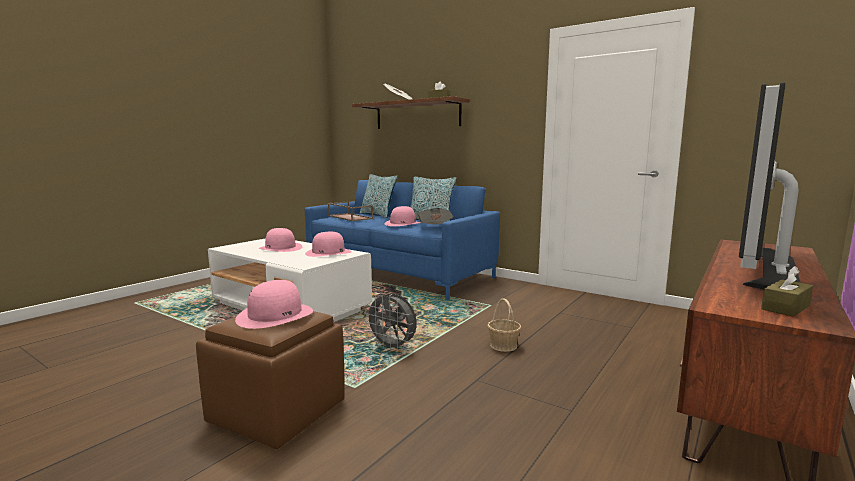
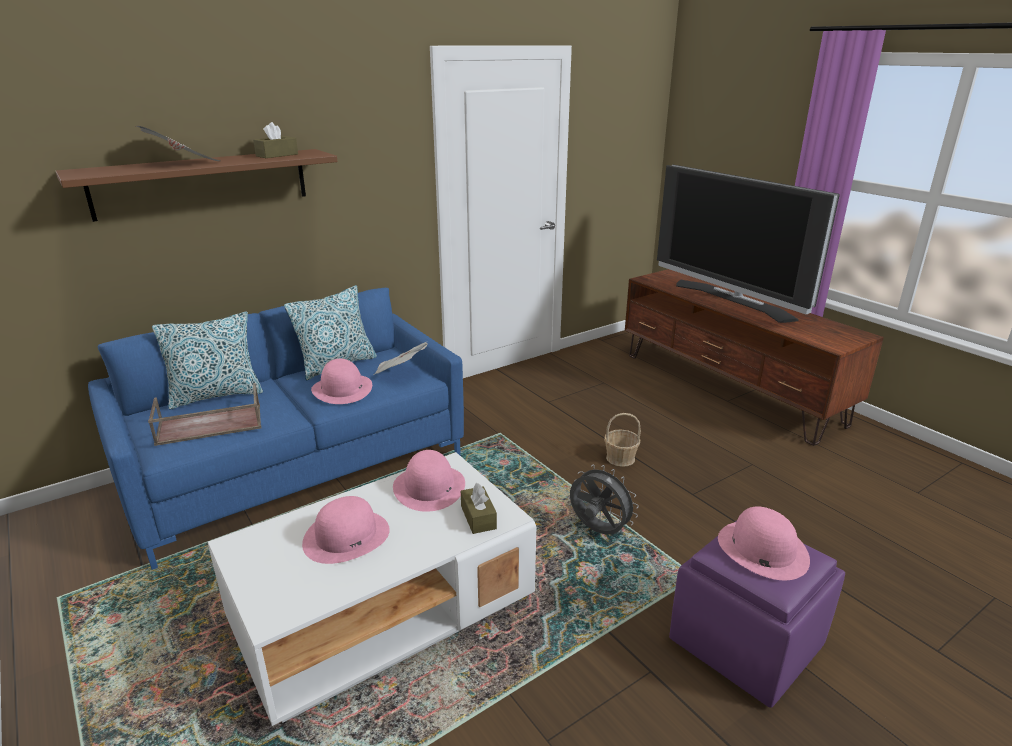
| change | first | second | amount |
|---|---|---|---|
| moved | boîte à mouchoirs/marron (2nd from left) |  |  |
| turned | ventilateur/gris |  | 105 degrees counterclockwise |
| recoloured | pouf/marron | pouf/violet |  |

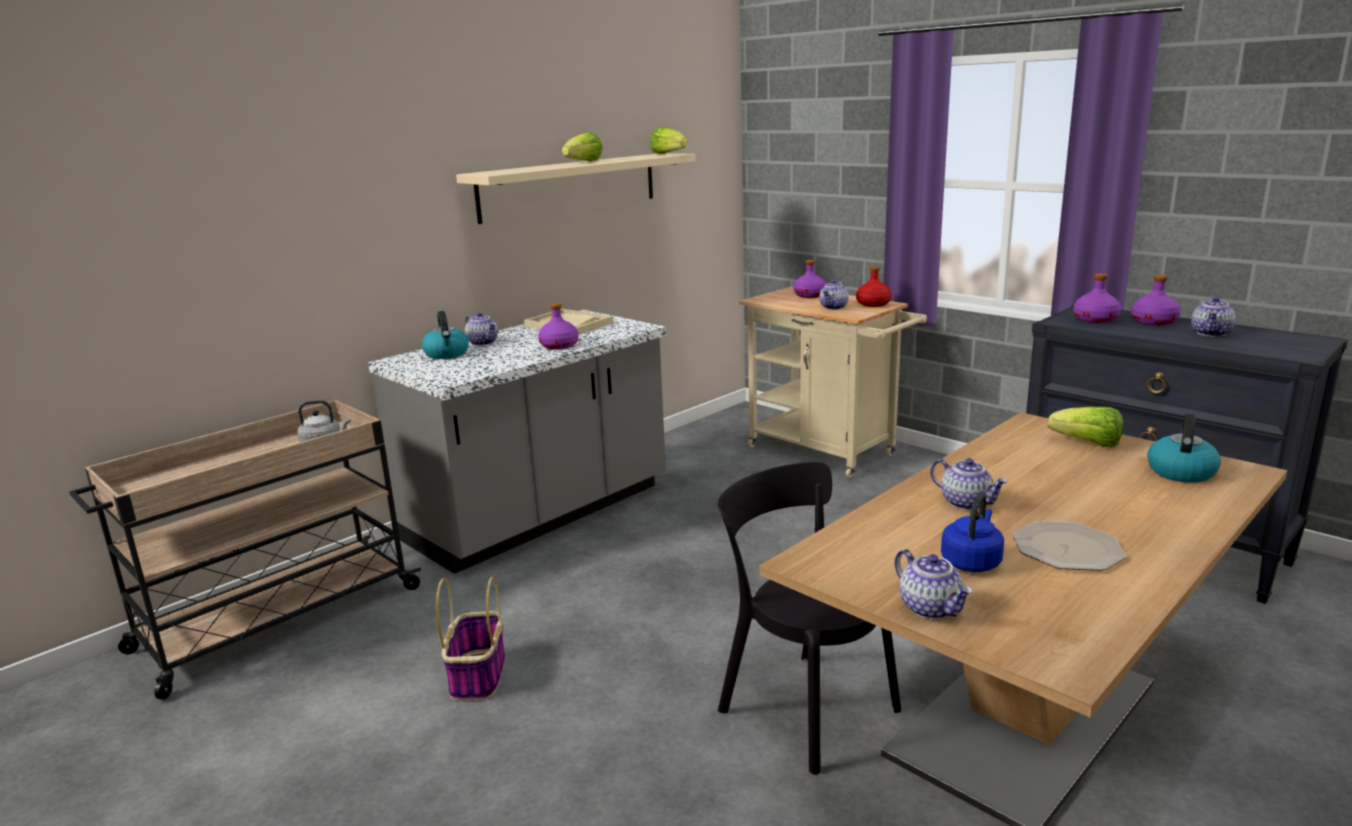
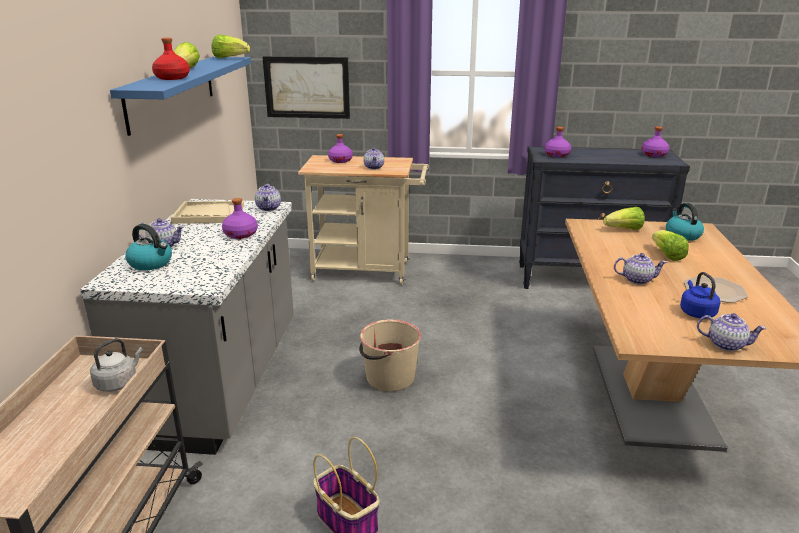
| change | first | second | amount |
|---|---|---|---|
| recoloured | étagère/beige | étagère/bleu |  |
| moved | bouteille/rouge |  |  |
| moved | bouteille/violet (4th from left) |  |  |
| moved | théière (5th from left in the first image) | théière (2nd from left) |  |
| removed | chaise/noir |  |  |
| added |  | tableau |  |
| added |  | laitue (4th from left) |  |
| added |  | seau/beige |  |

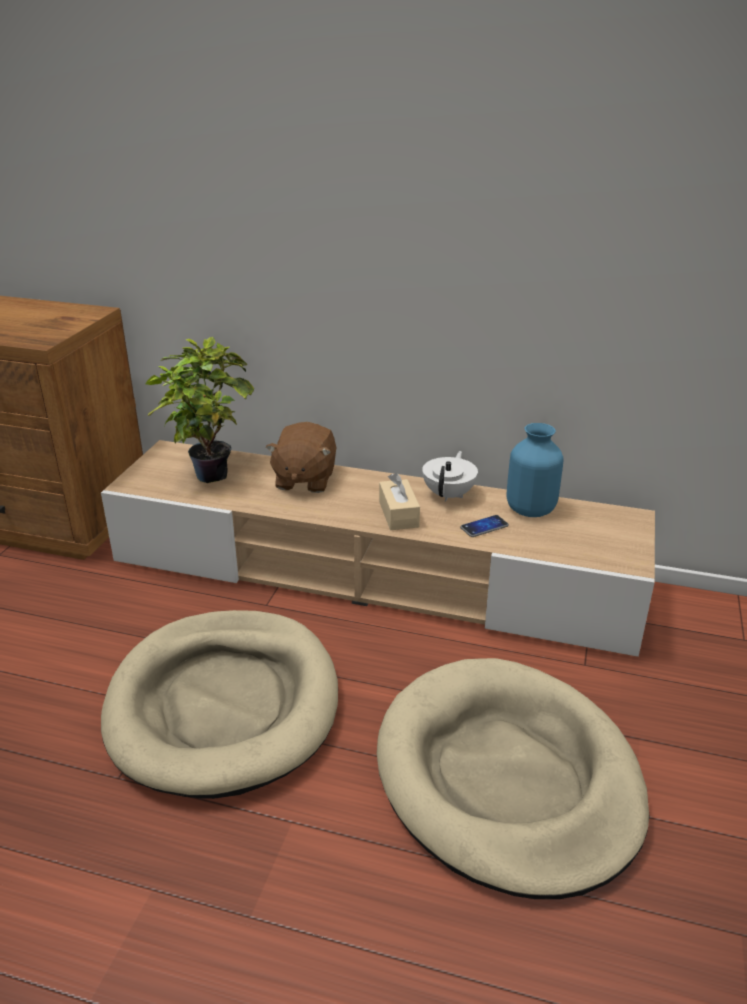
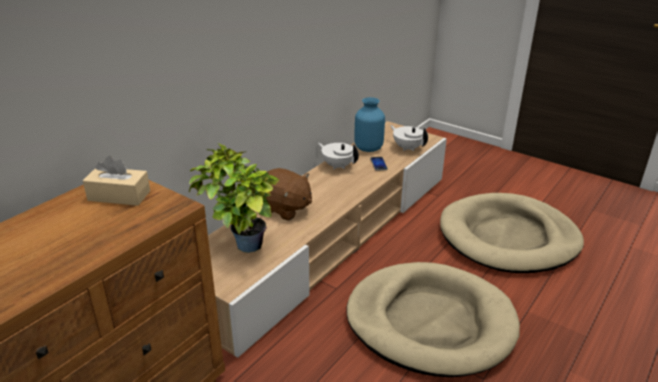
| change | first | second | amount |
|---|---|---|---|
| moved | boîte à mouchoirs/beige |  |  |
| added |  | théière/blanc (2nd from left) |  |

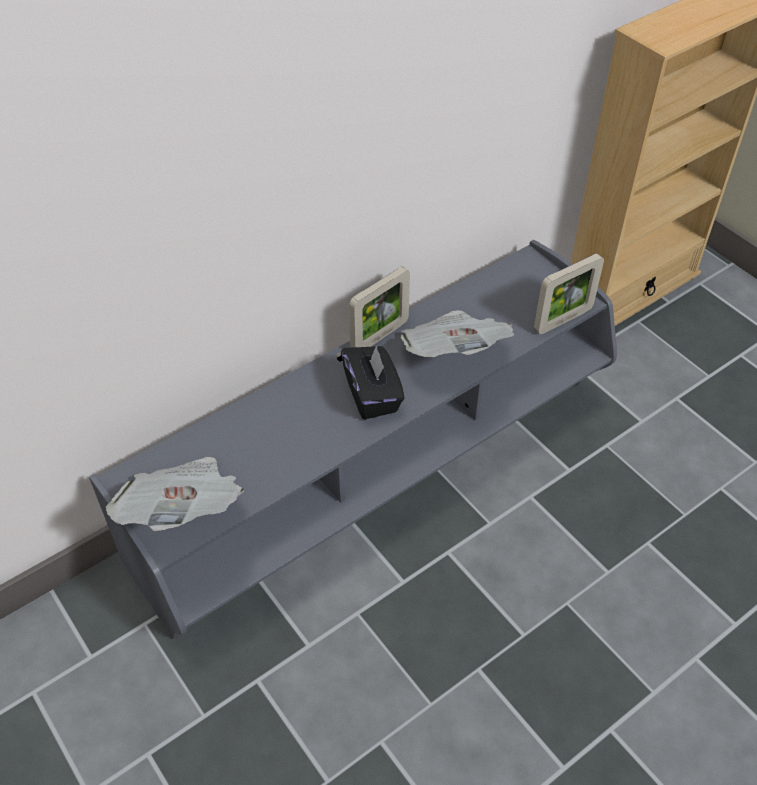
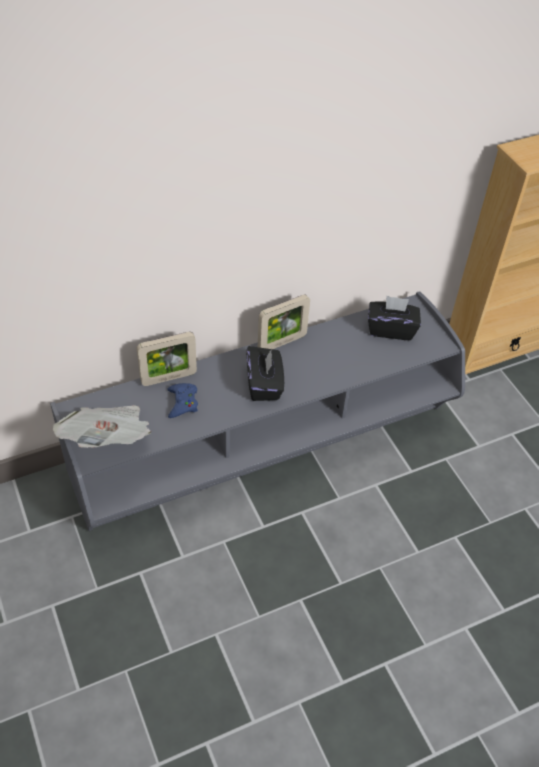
| change | first | second | amount |
|---|---|---|---|
| moved | cadre photo (2nd from left in the first image) | cadre photo (1st from left) |  |
| removed | journal (2nd from left) |  |  |
| added |  | boîte à mouchoirs/noir (2nd from left) |  |
| added |  | manette/bleu |  |

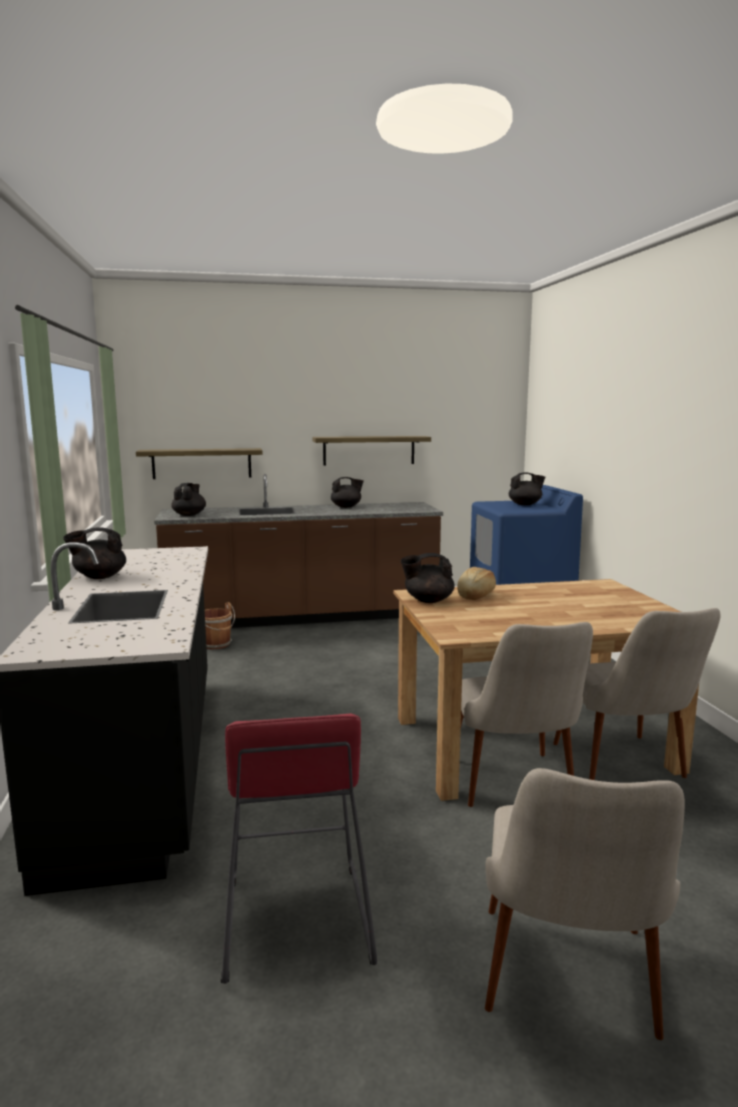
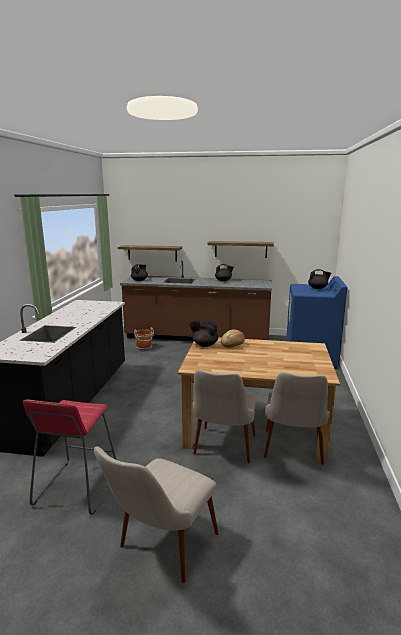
| change | first | second | amount |
|---|---|---|---|
| removed | théière/noir (1st from left) |  |  |

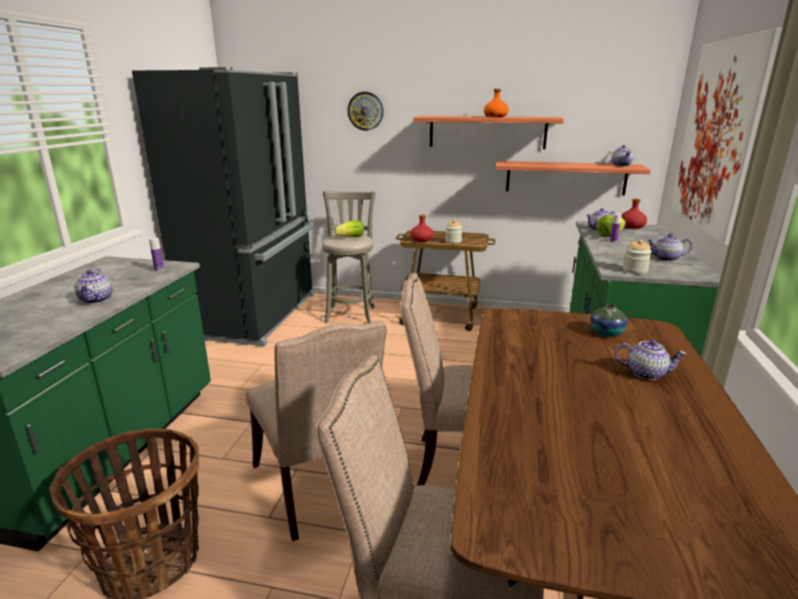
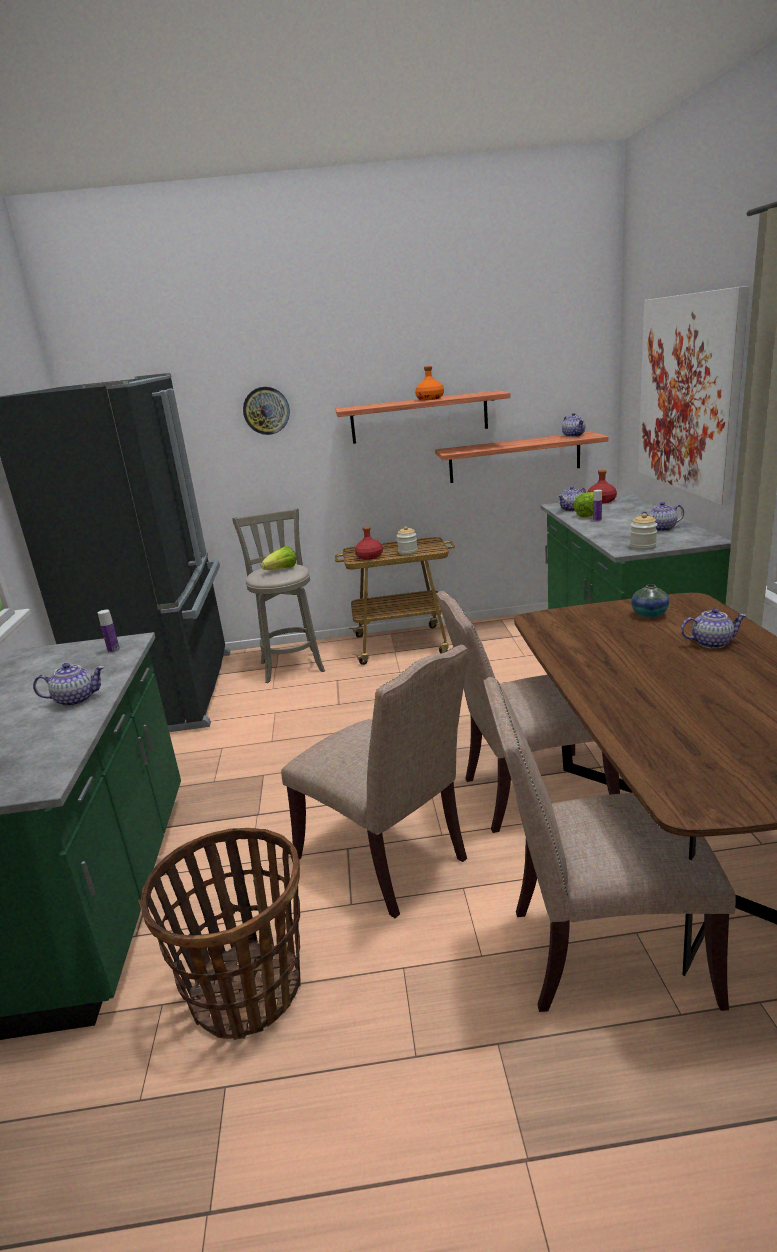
| change | first | second | amount |
|---|---|---|---|
| turned | théière (1st from left) |  | 75 degrees counterclockwise |

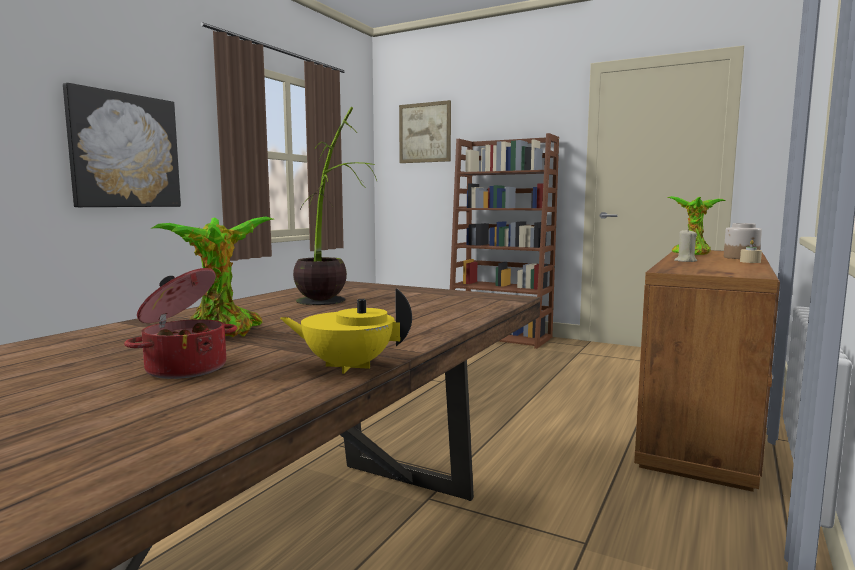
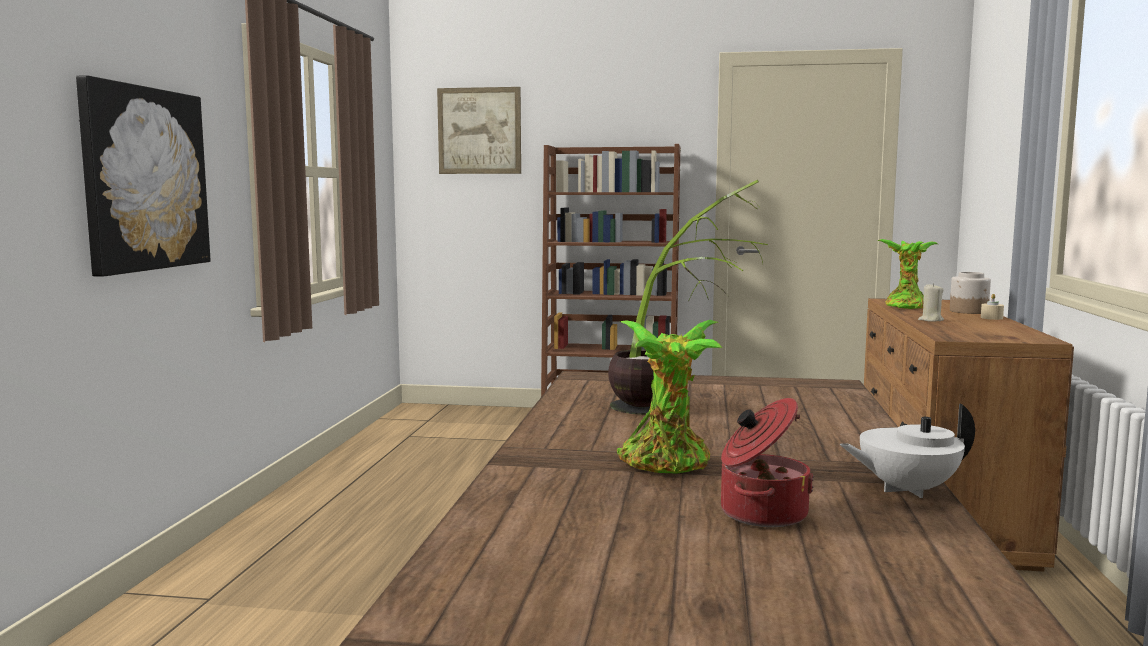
| change | first | second | amount |
|---|---|---|---|
| recoloured | théière/jaune | théière/blanc |  |

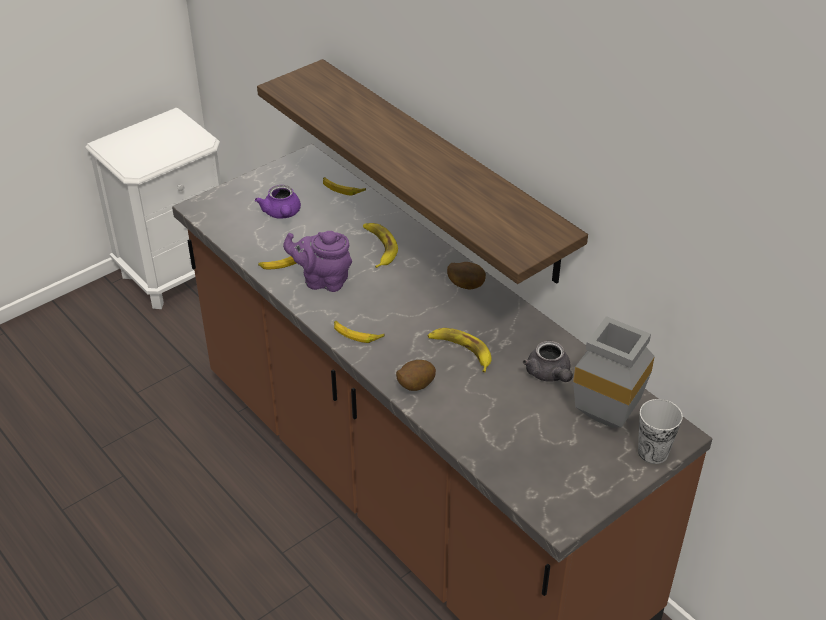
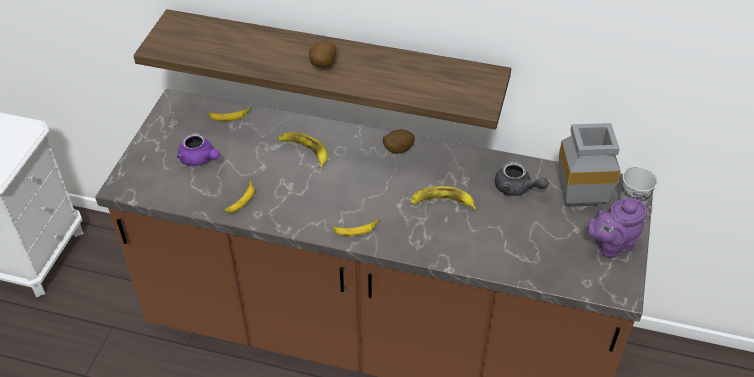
| change | first | second | amount |
|---|---|---|---|
| moved | théière/violet (2nd from left) |  |  |
| moved | pomme de terre (1st from left) |  |  |

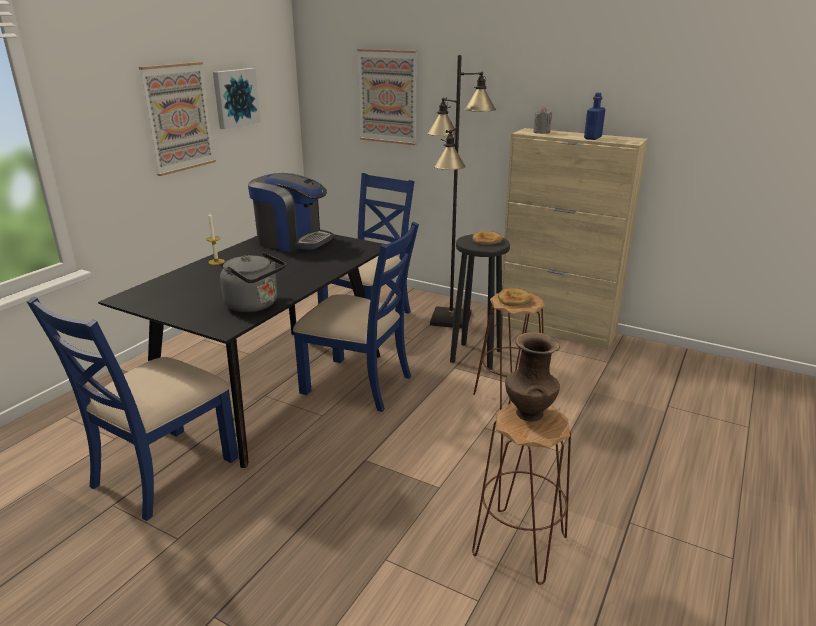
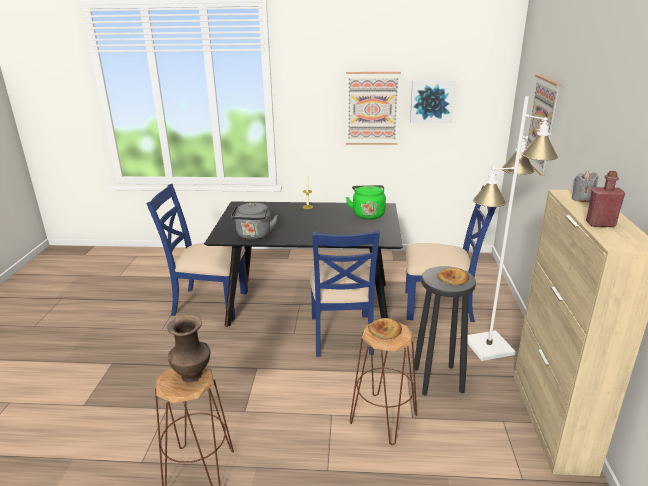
| change | first | second | amount |
|---|---|---|---|
| recoloured | lampadaire/noir | lampadaire/blanc |  |
| recoloured | bouteille/bleu | bouteille/rouge |  |
| replaced | machine à café | bouilloire/vert |  |

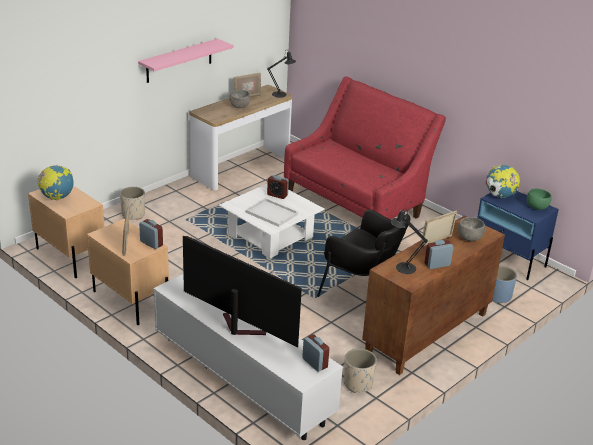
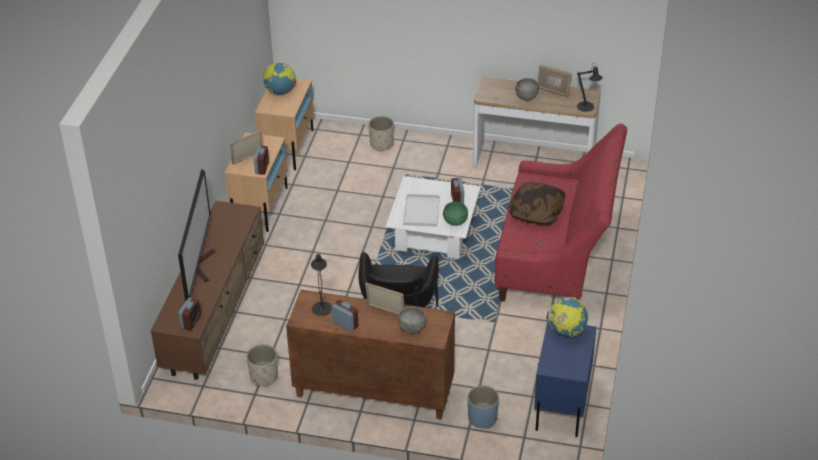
| change | first | second | amount |
|---|---|---|---|
| removed | étagère/rose |  |  |
| moved | bol/vert |  |  |
| recoloured | meuble télé/blanc | meuble télé/marron |  |
| added |  | coussin |  |

